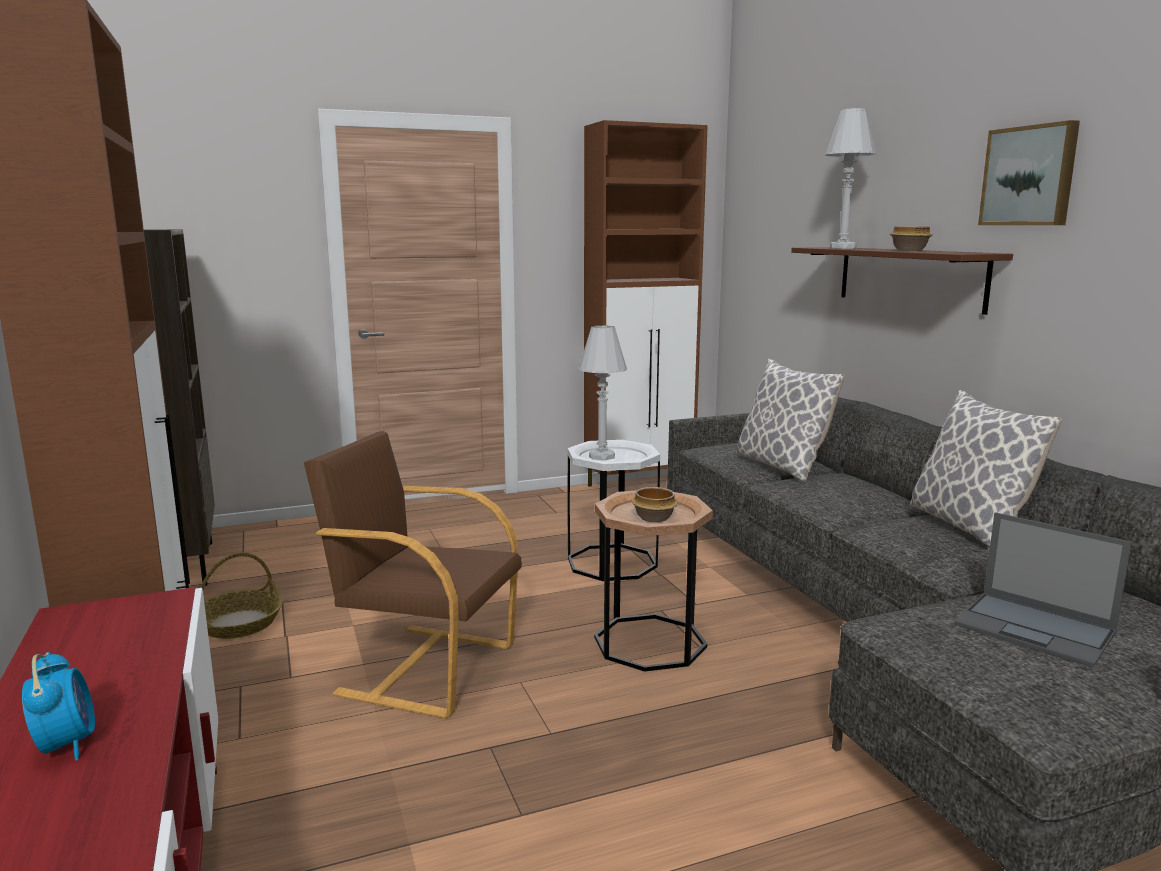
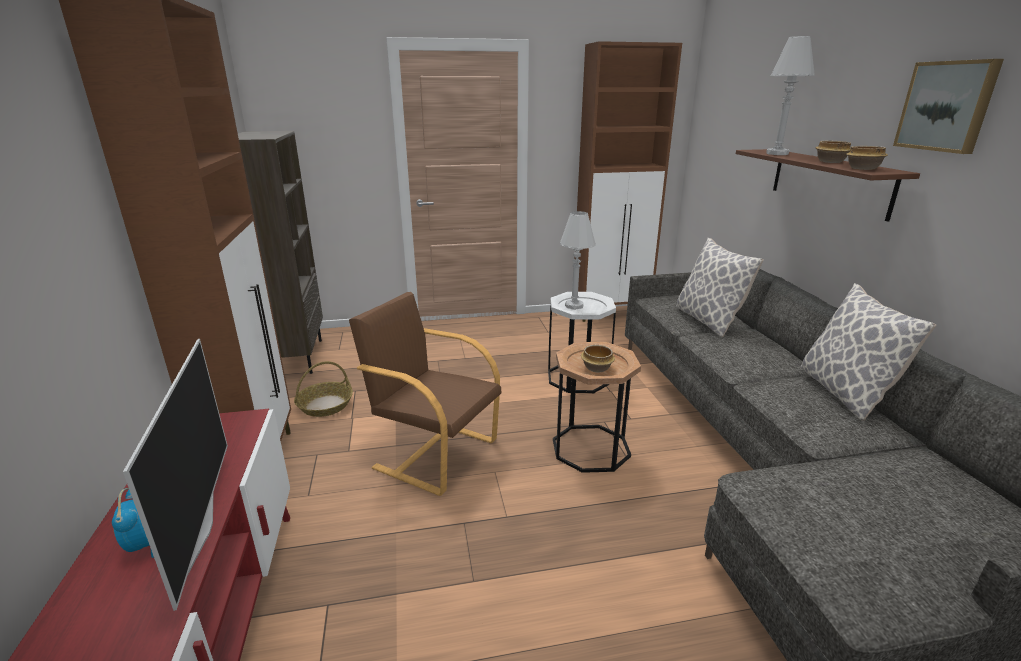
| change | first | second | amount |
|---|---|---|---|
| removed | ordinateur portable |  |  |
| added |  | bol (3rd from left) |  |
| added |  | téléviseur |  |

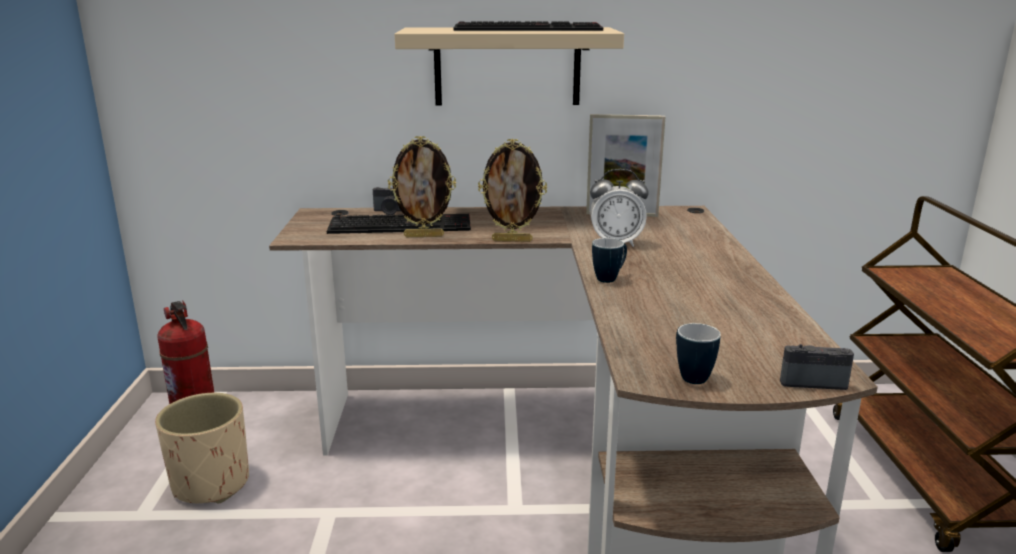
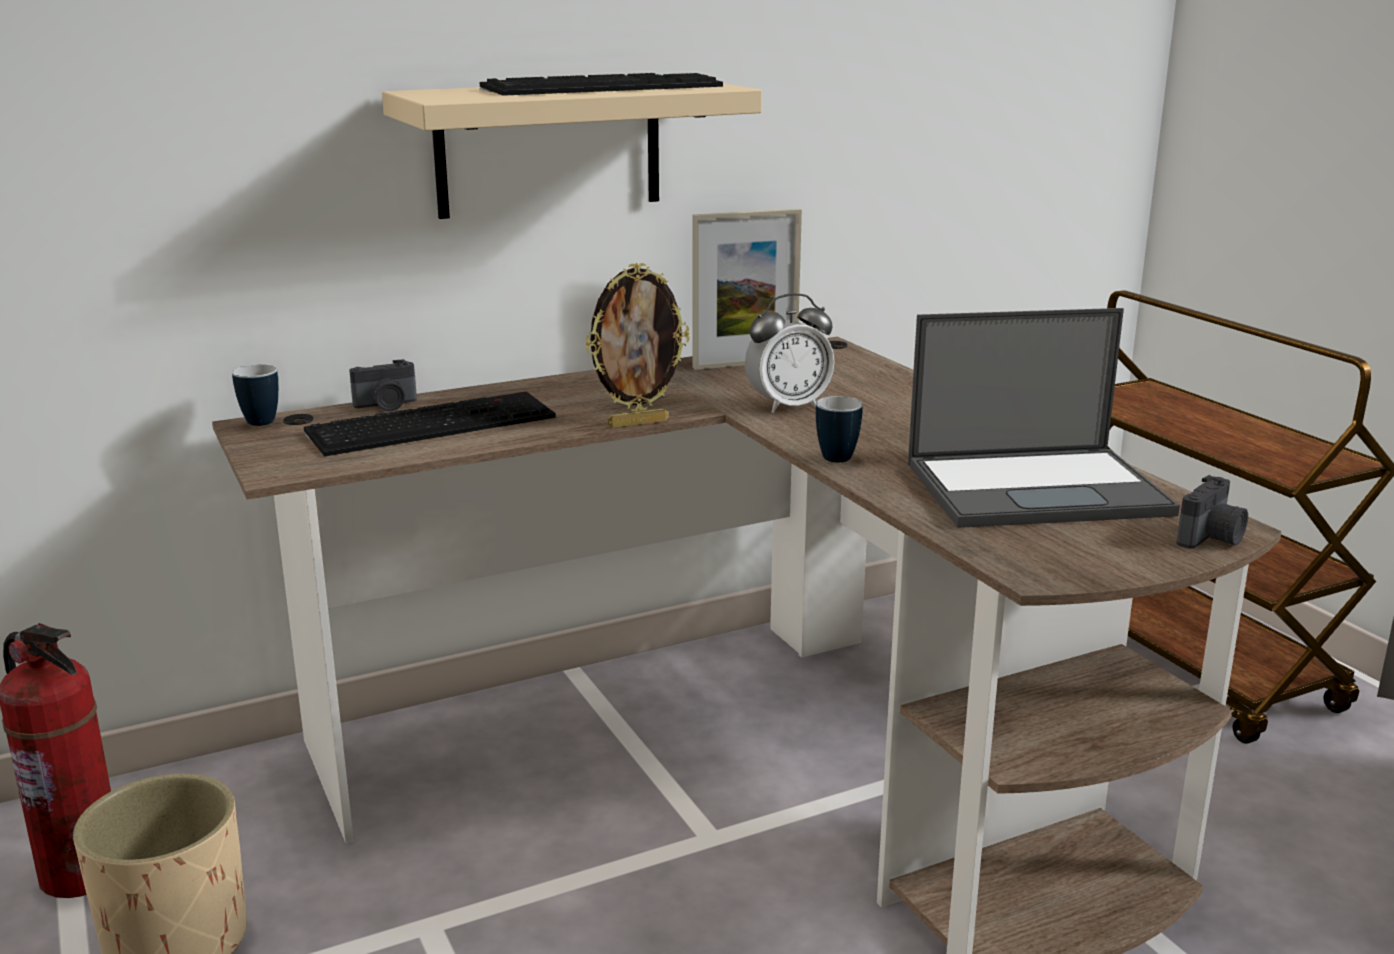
| change | first | second | amount |
|---|---|---|---|
| removed | cadre photo (1st from left) |  |  |
| moved | mug (2nd from left in the first image) | mug (1st from left) |  |
| turned | appareil photo (2nd from left) |  | 150 degrees clockwise |
| added |  | ordinateur portable |  |

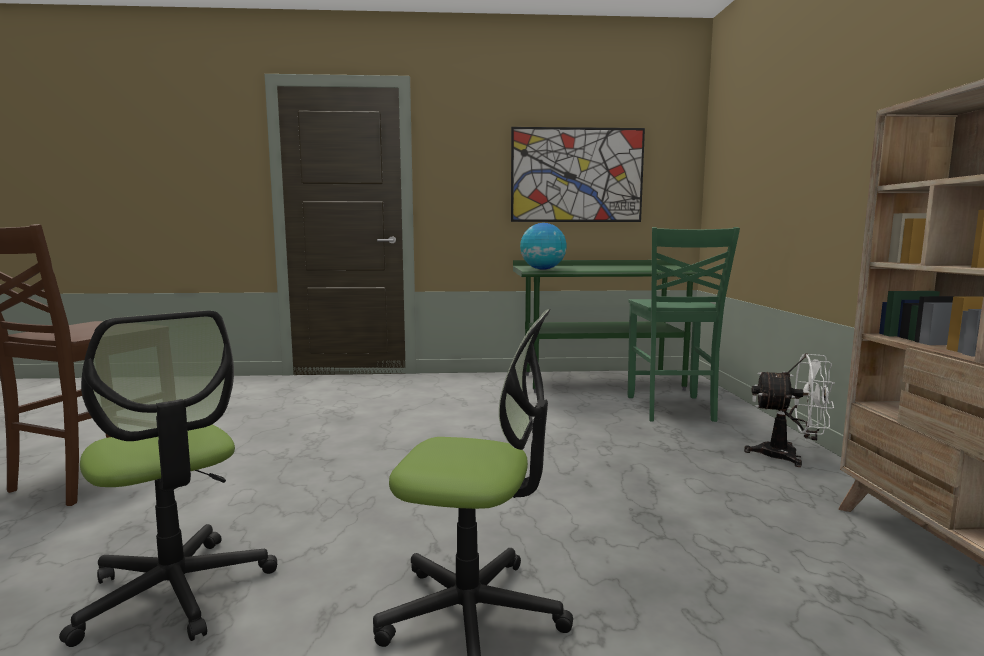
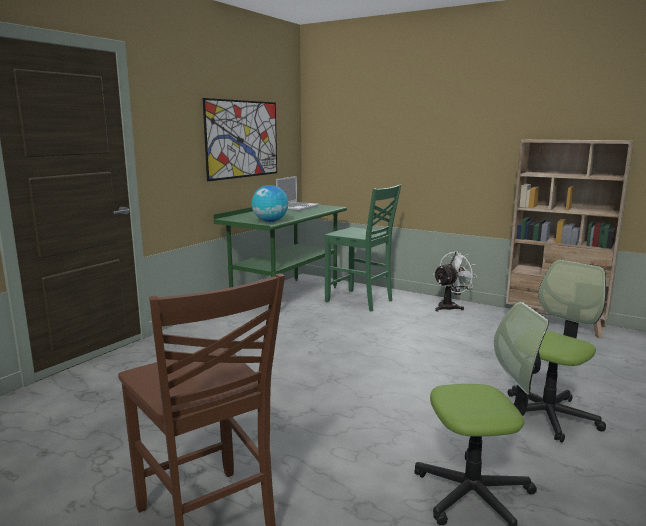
| change | first | second | amount |
|---|---|---|---|
| added |  | ordinateur portable |  |

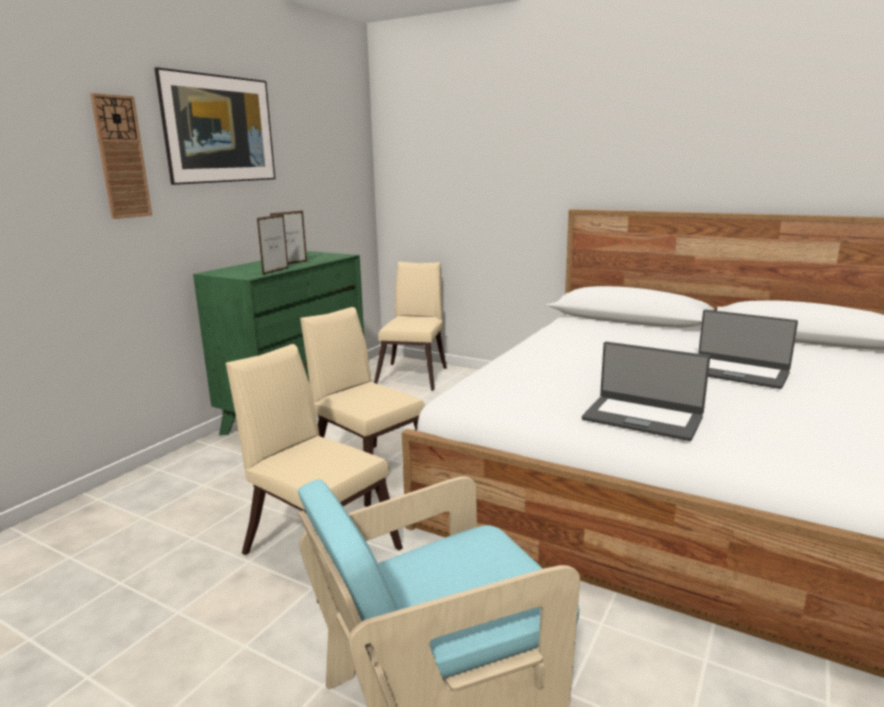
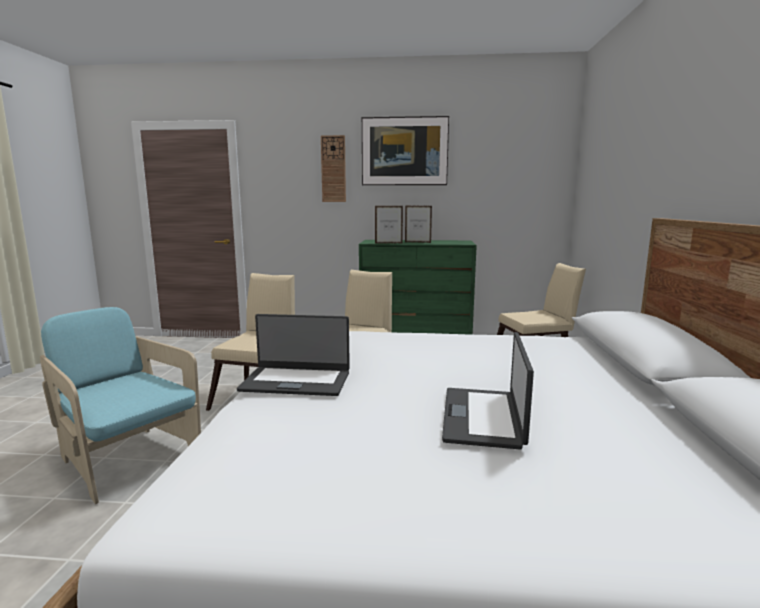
| change | first | second | amount |
|---|---|---|---|
| turned | ordinateur portable (1st from left) |  | 90 degrees counterclockwise |

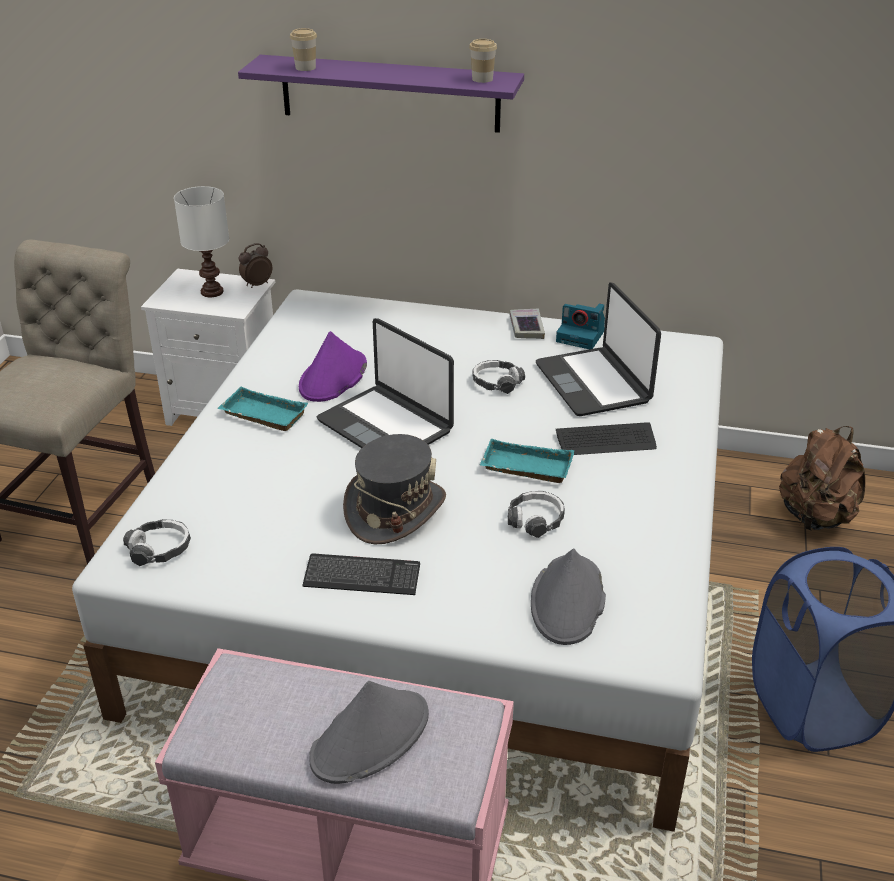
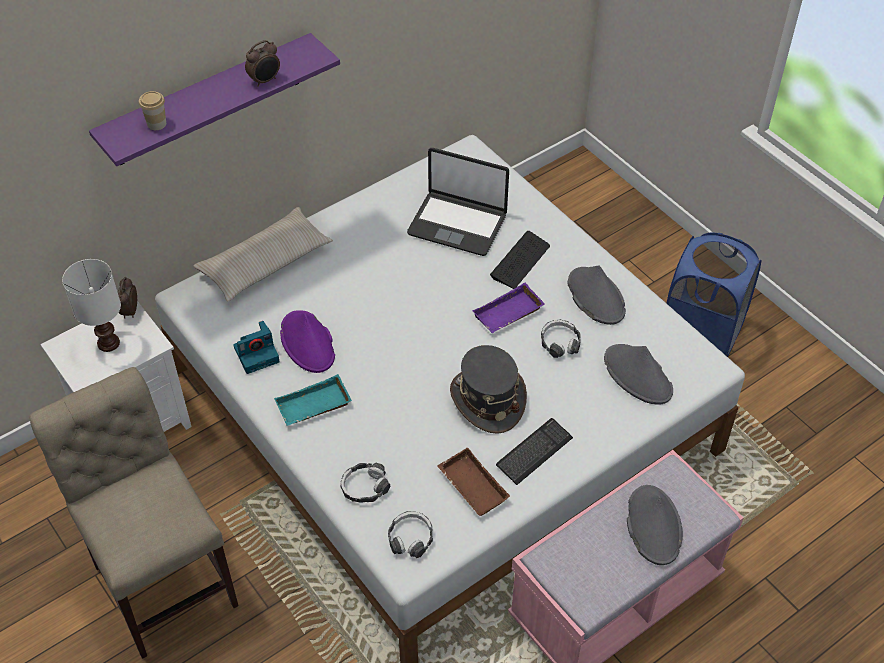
| change | first | second | amount |
|---|---|---|---|
| removed | tasse (2nd from left) |  |  |
| moved | appareil photo |  |  |
| removed | livre |  |  |
| removed | ordinateur portable (1st from left) |  |  |
| moved | casque audio (2nd from left in the first image) | casque audio (1st from left) |  |
| removed | sac à dos/marron |  |  |
| recoloured | plateau/turquoise (2nd from left) | plateau/violet |  |
| added |  | réveil (2nd from left) |  |
| added |  | coussin/beige |  |
| added |  | chapeau/gris (2nd from left) |  |
| added |  | plateau/marron |  |

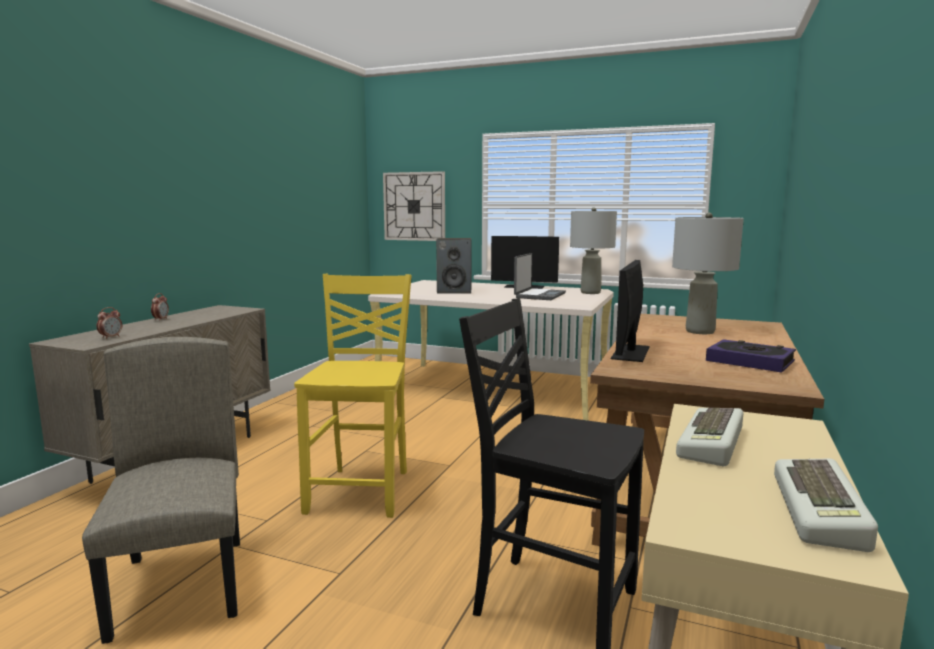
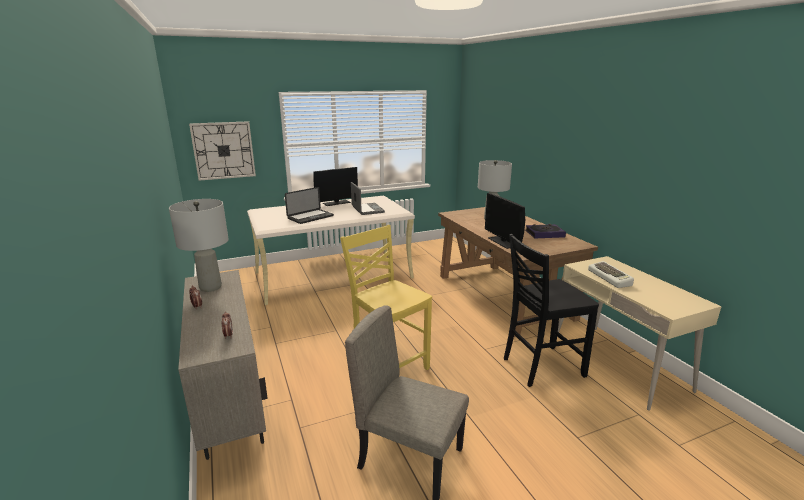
| change | first | second | amount |
|---|---|---|---|
| moved | lampe de table/gris (1st from left) |  |  |
| replaced | enceinte | ordinateur portable (1st from left) |  |
| removed | clavier (2nd from left) |  |  |

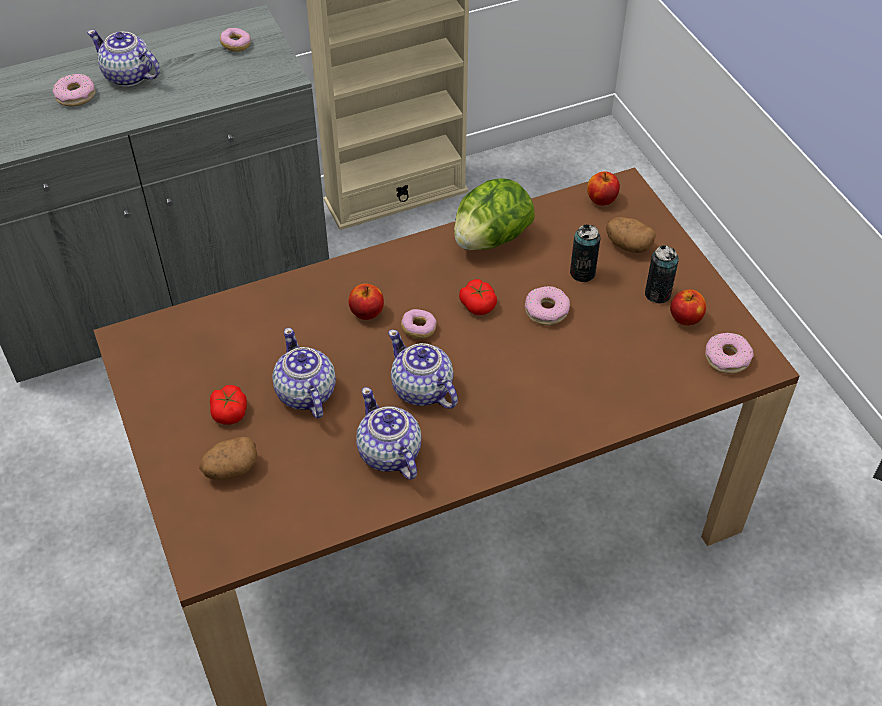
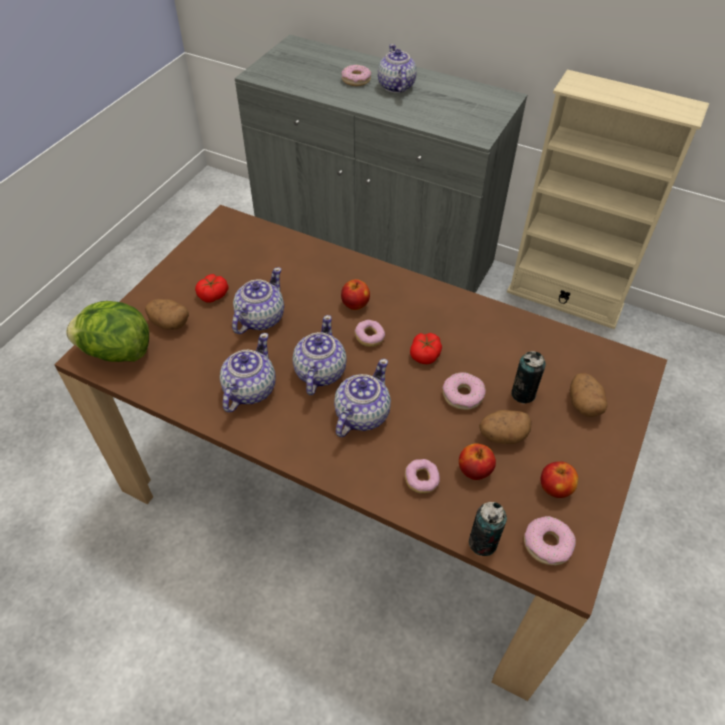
| change | first | second | amount |
|---|---|---|---|
| moved | beignet (2nd from left in the first image) | beignet (3rd from left) |  |
| moved | pomme (2nd from left) |  |  |
| moved | laitue |  |  |
| moved | boîte métallique (2nd from left in the first image) | boîte métallique (1st from left) |  |
| added |  | théière (4th from left) |  |
| added |  | pomme de terre (2nd from left) |  |

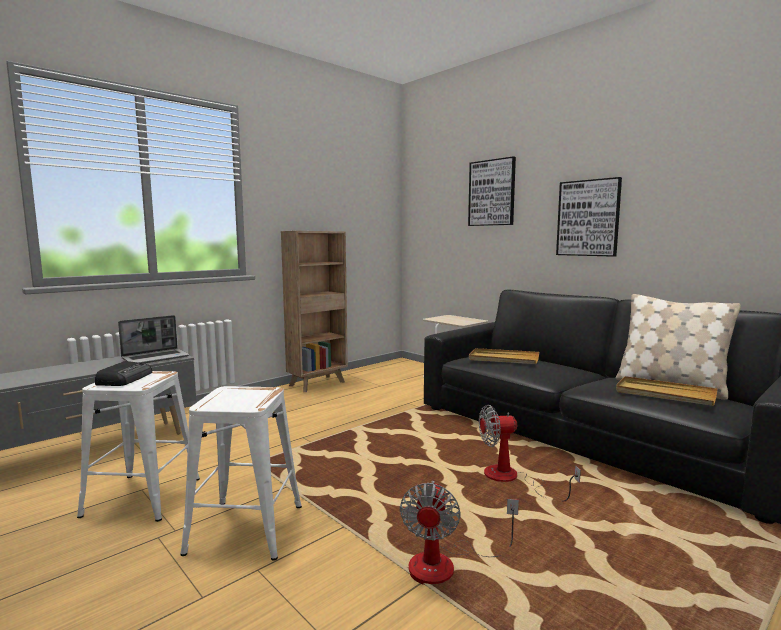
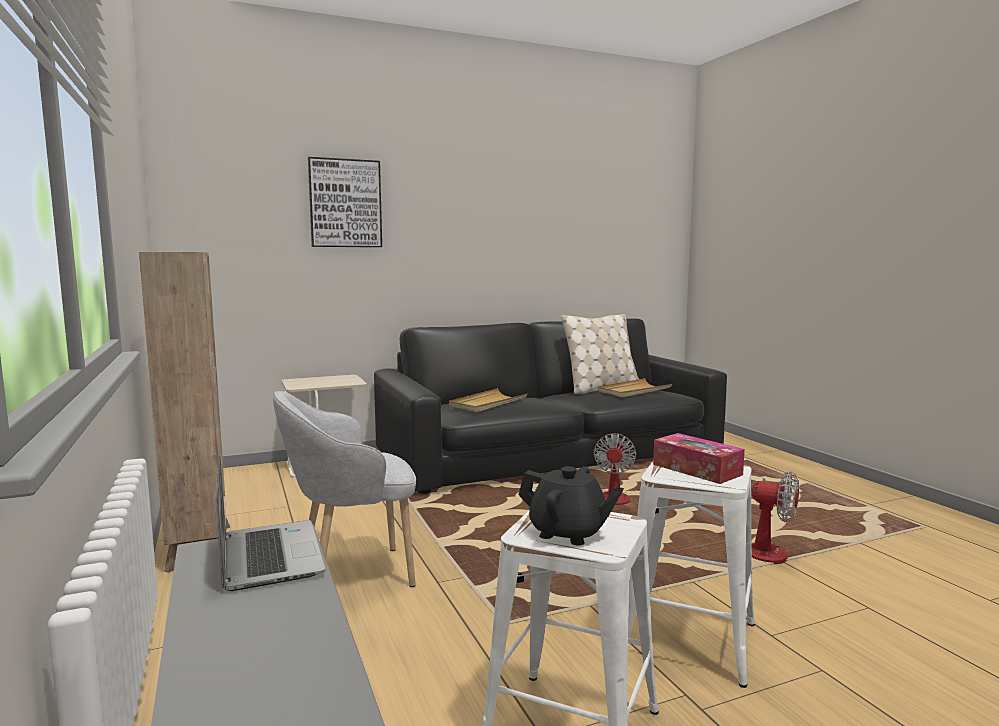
| change | first | second | amount |
|---|---|---|---|
| removed | tableau (2nd from left) |  |  |
| replaced | radio | théière/noir |  |
| added |  | fauteuil/gris |  |
| added |  | boîte à mouchoirs |  |

